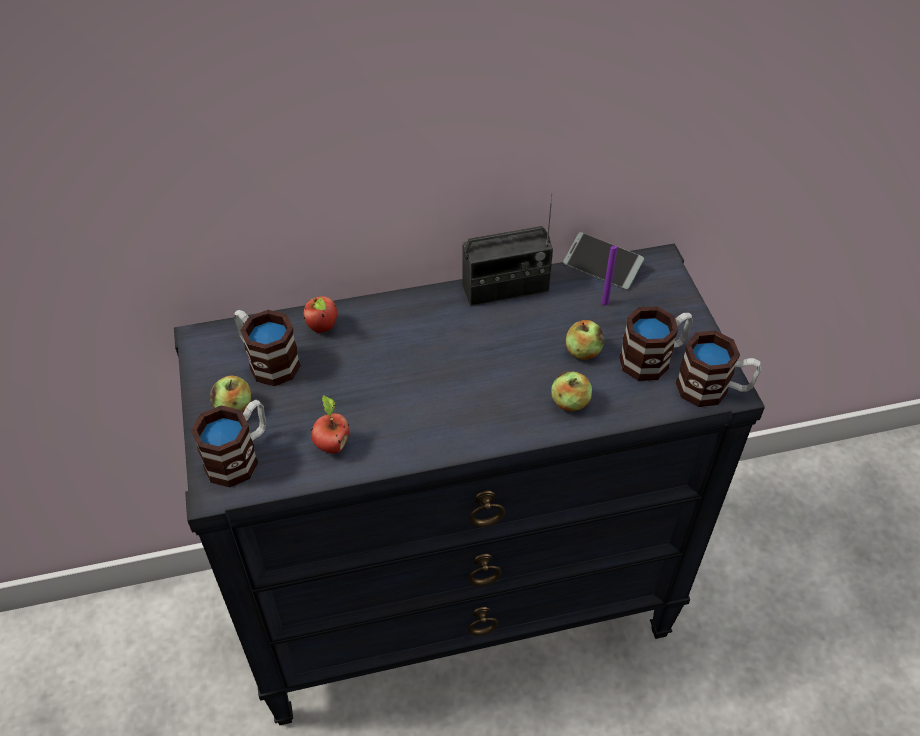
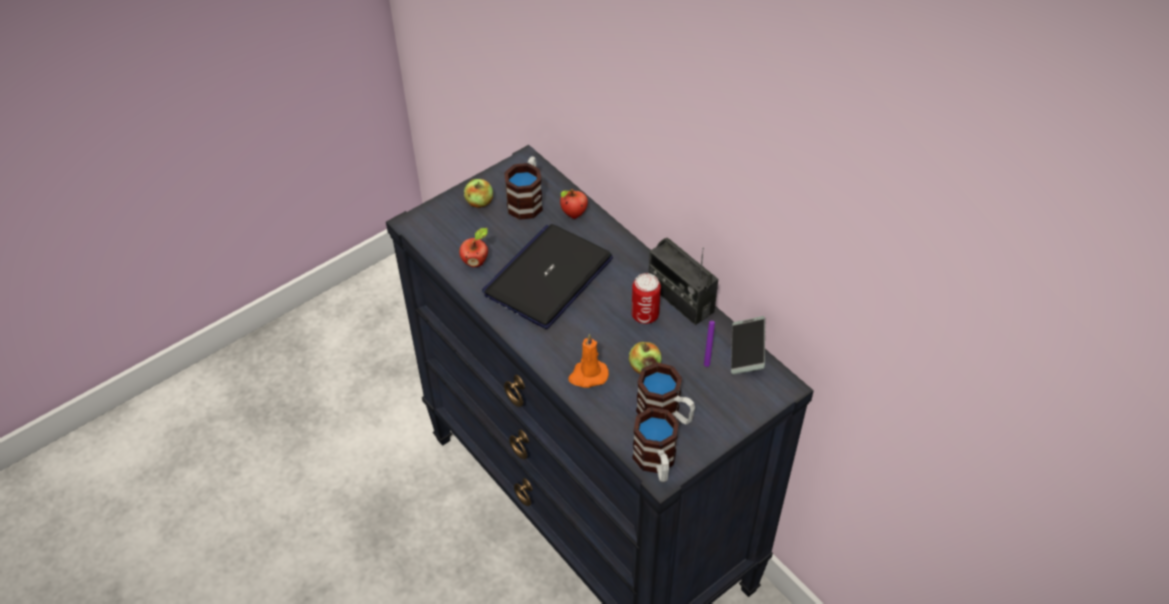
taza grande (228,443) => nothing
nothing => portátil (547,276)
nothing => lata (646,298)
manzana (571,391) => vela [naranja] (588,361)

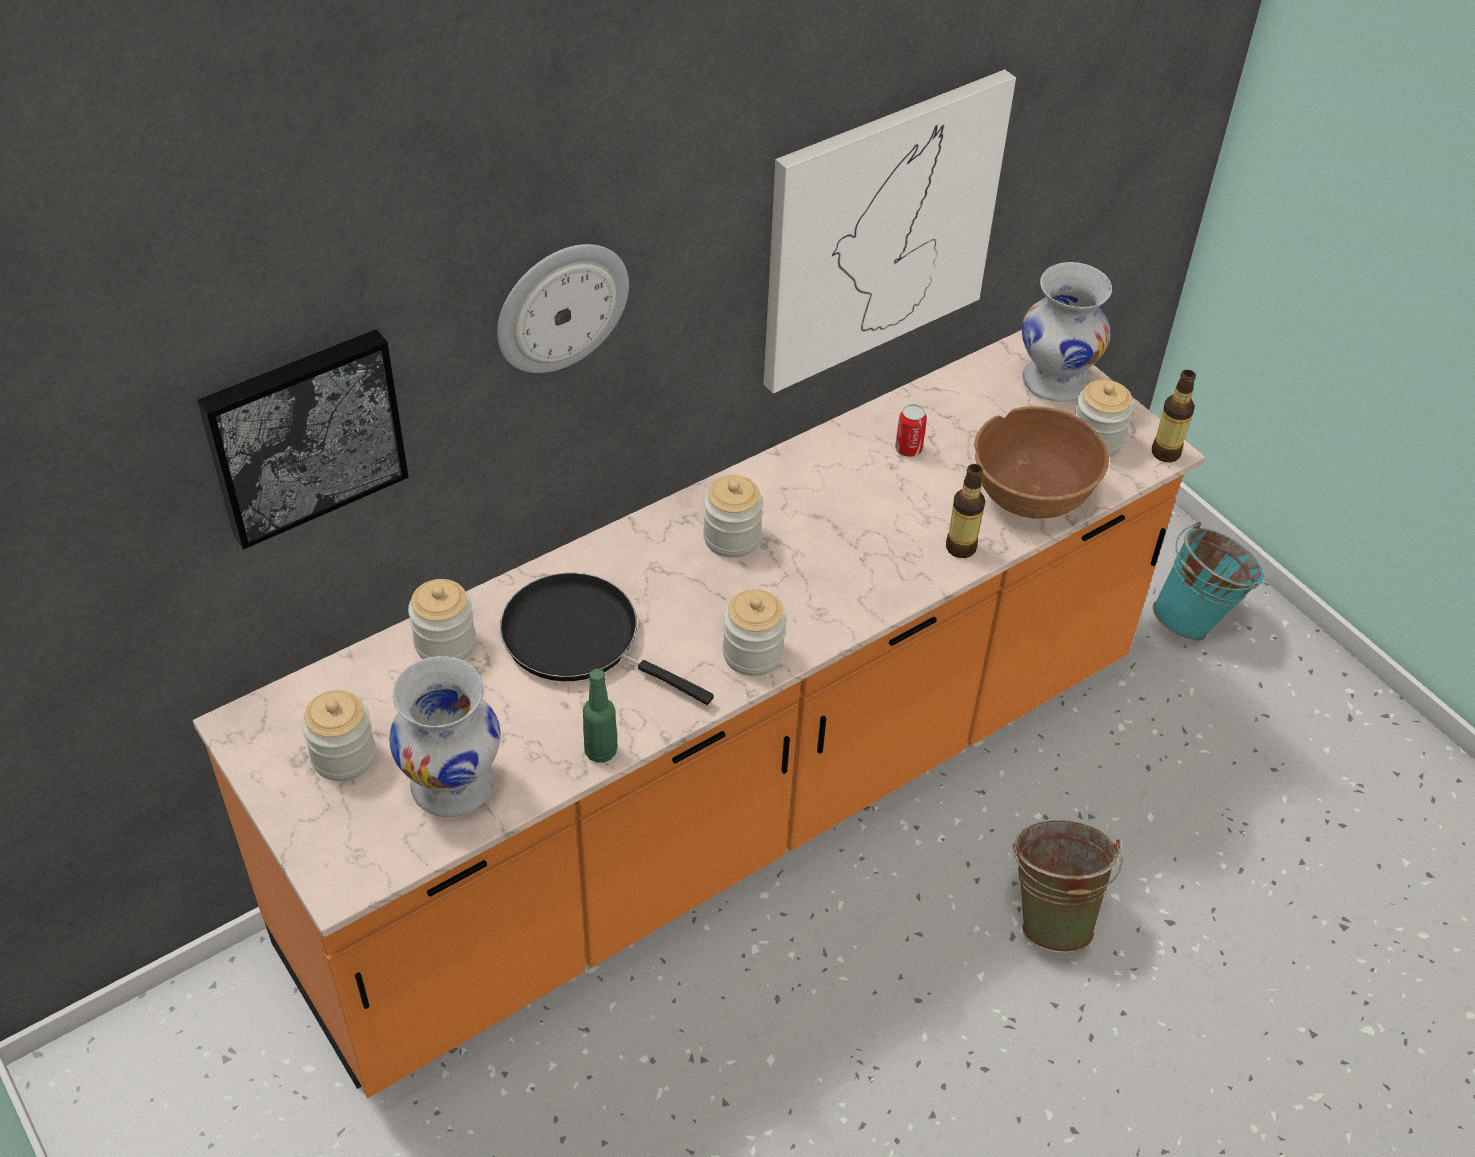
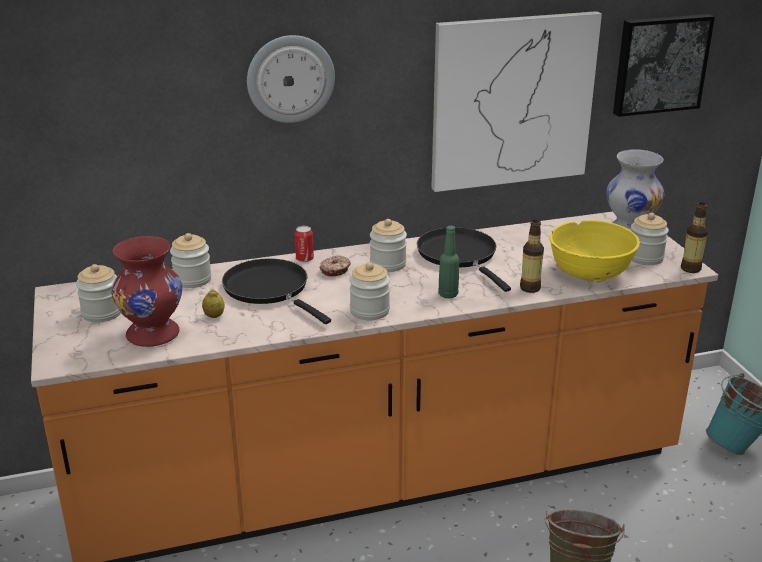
nothing => limón (213,304)
nothing => rosquilla (335,266)
nothing => sartén [negro] (464,259)
cuadro (303,439) => cuadro (664,65), move
botella [verde] (600,716) => botella [verde] (448,262), move
lata (911,430) => lata (304,244), move
florero [blanco] (445,736) => florero [rojo] (146,291)
cuenco [marrón] (1041,462) => cuenco [amarillo] (594,251)

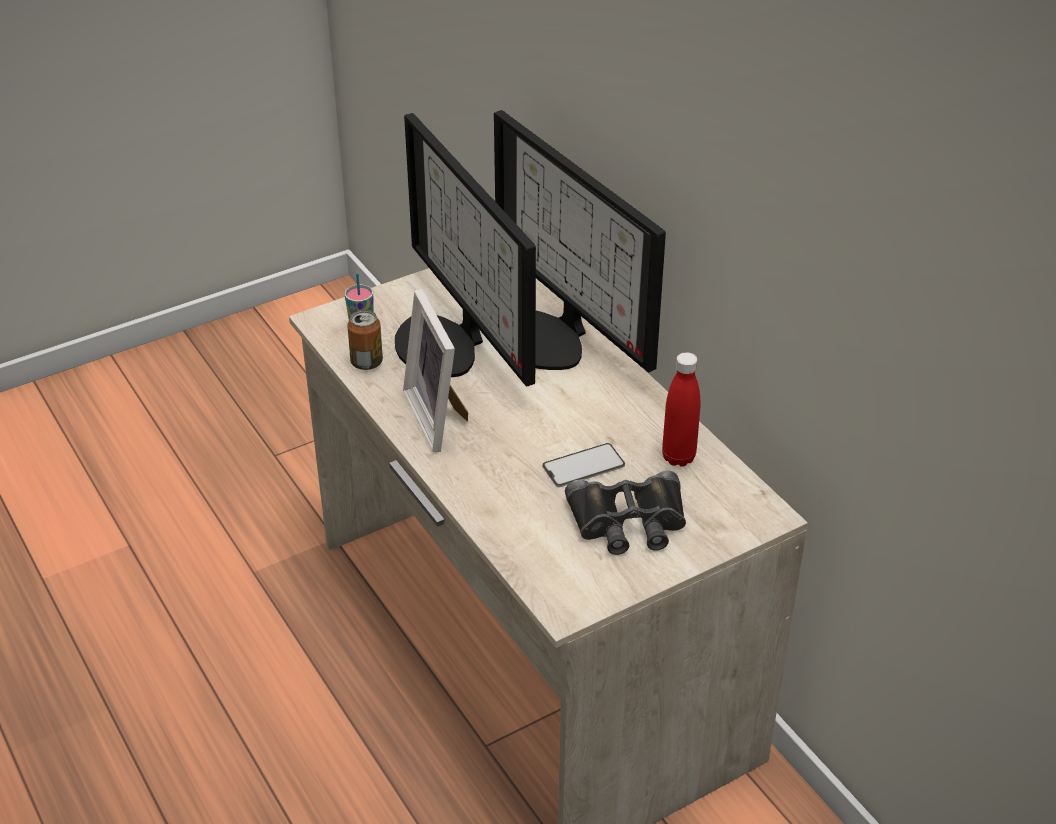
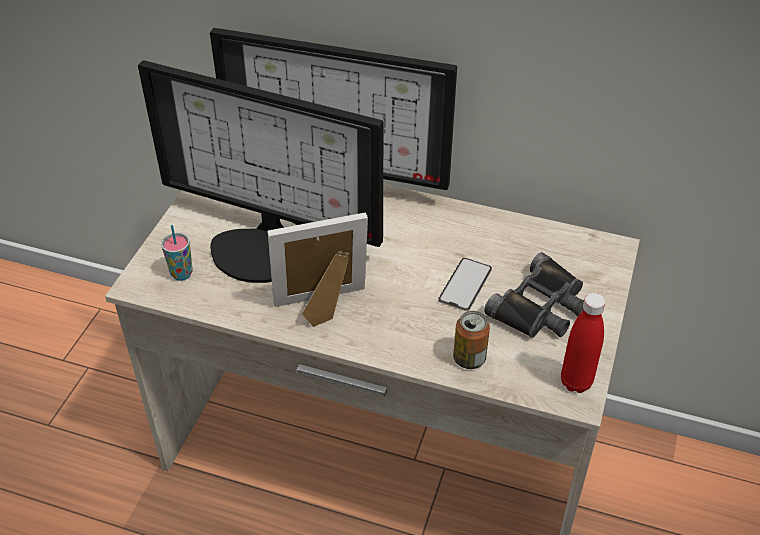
lata (365,340) => lata (471,340), move
botella [rojo] (681,409) => botella [rojo] (583,343), move
portarretratos (435,370) => portarretratos (318,270), 135 degrees clockwise

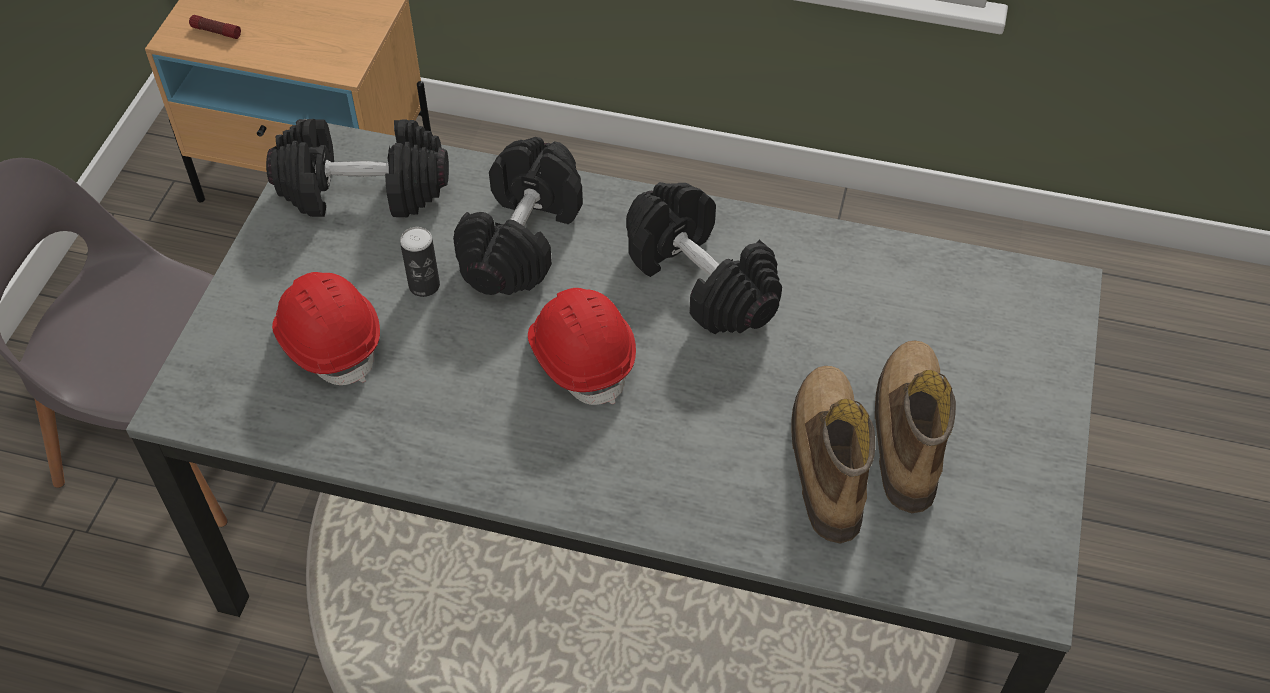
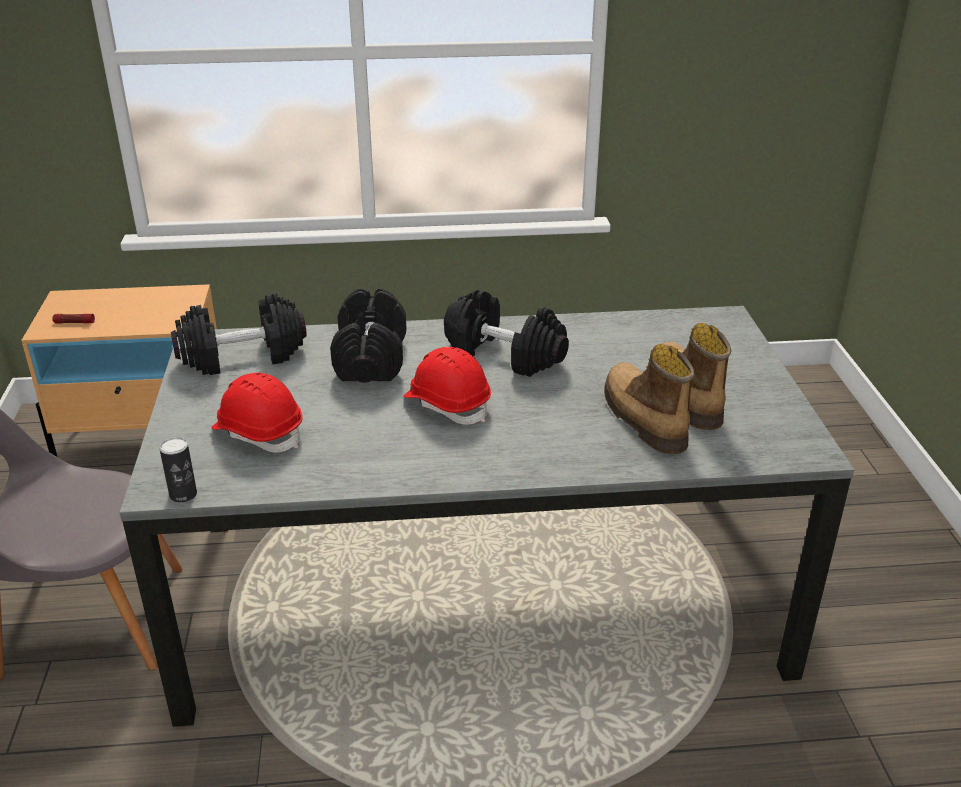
lata (420,262) => lata (178,470), move

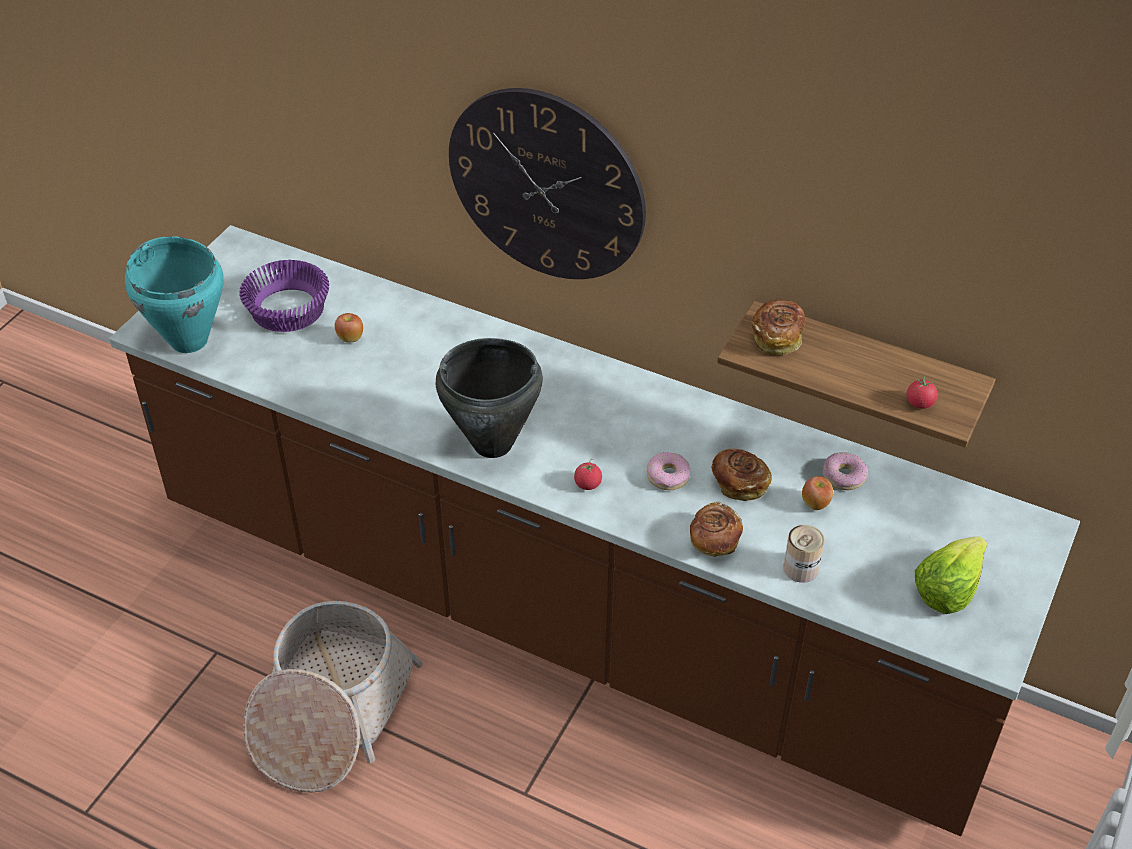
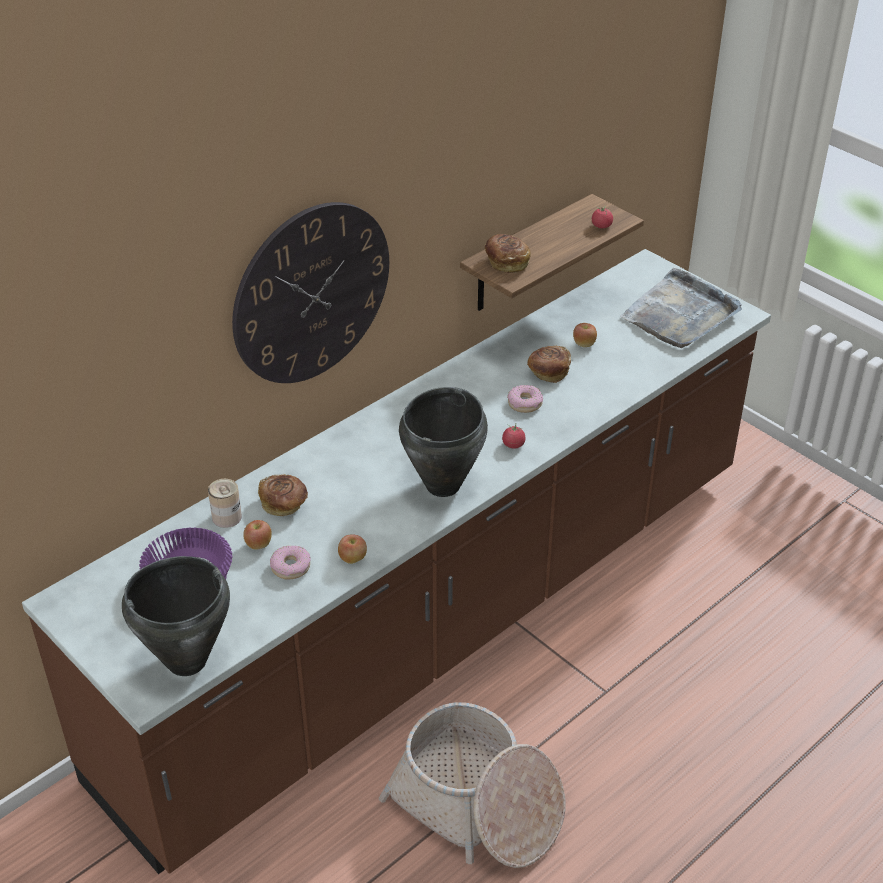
nothing => manzana (352,549)
pan (716,529) => pan (283,495), move
lata (804,554) => lata (225,503), move
rosquilla (845,471) => rosquilla (290,562), move
lechuga (951,575) => bandeja [gris] (681,308)
olla [turquesa] (174,294) => olla [negro] (176,616)

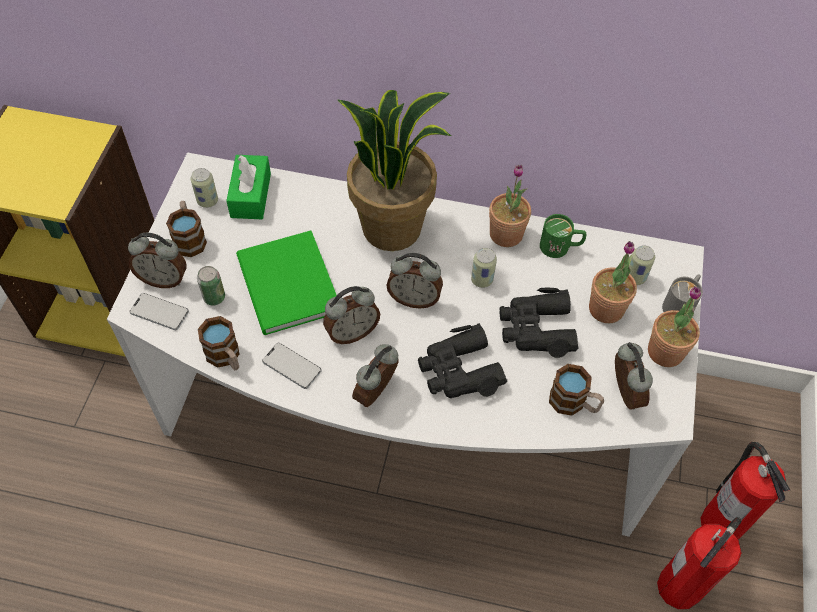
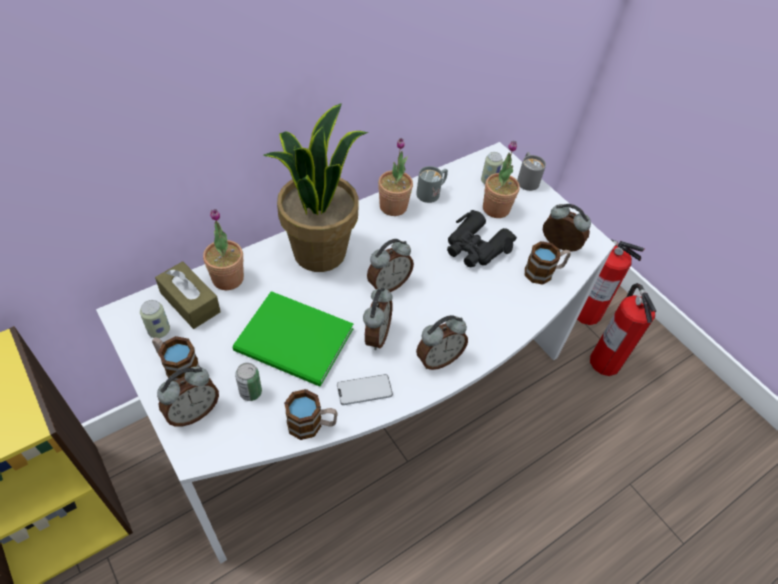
móvil (159,311) => nothing
prismáticos [negro] (462,360) => nothing
lata (484,268) => nothing
planta en maceta (674,326) => planta en maceta (223,249), move
caja de pañuelos [verde] (248,187) => caja de pañuelos [marrón] (188,295)
taza grande [verde] (563,236) => taza grande [gris] (432,184)
despertador (375,375) => despertador (442,342), 105 degrees counterclockwise

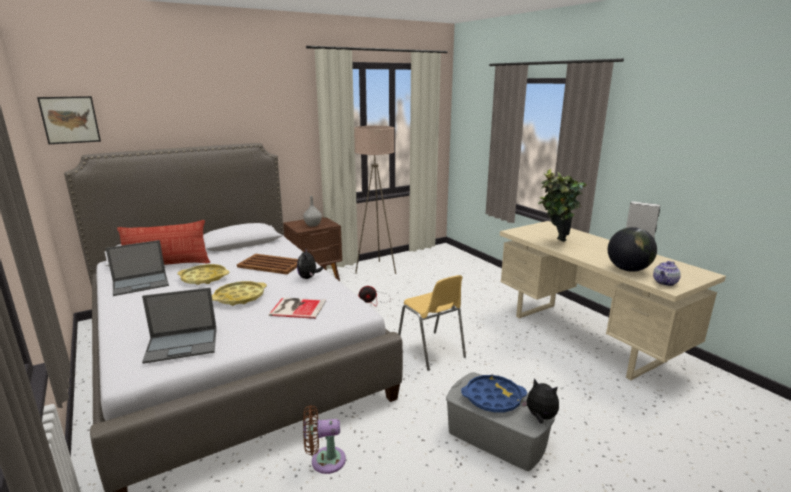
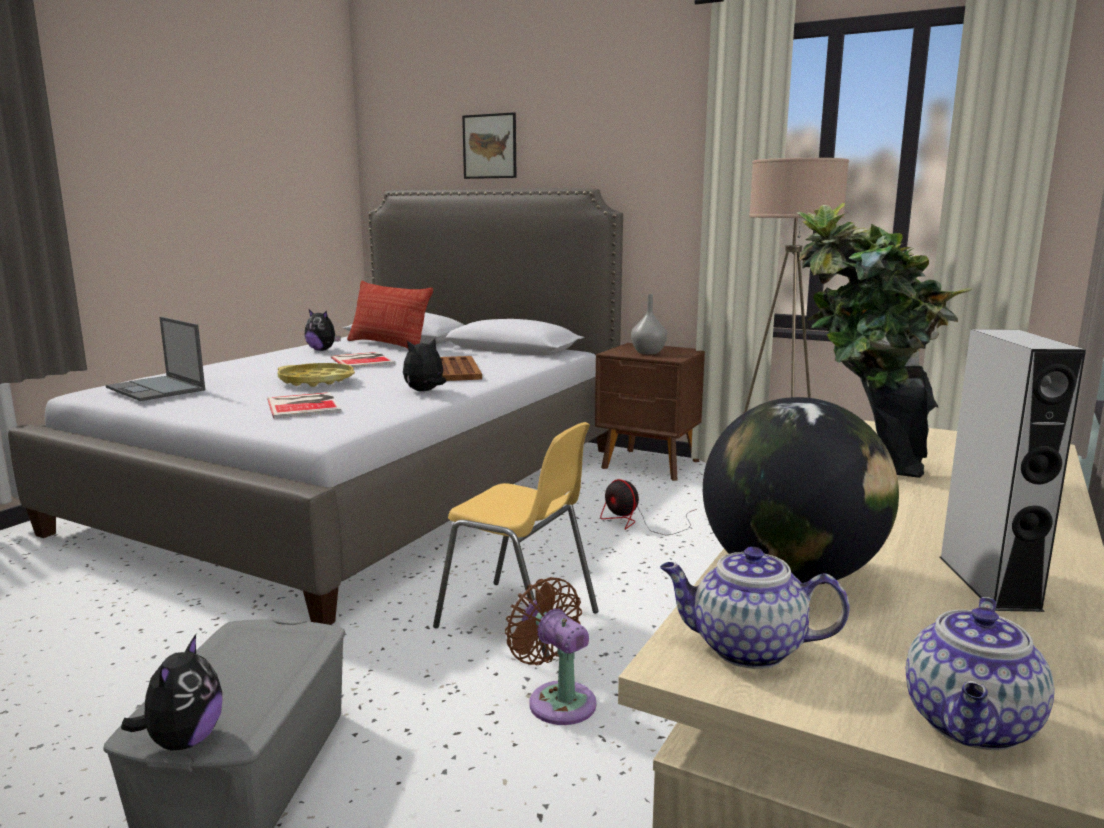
bandeja [azul] (494,394) => nothing
nothing => tetera (980,673)
cuadro (69,120) => cuadro (489,145), move
ventilador [marrón] (324,439) => ventilador [marrón] (551,651), move
portátil (137,268) => peluche (323,330)
bandeja [amarillo] (203,274) => libro (363,360)
silla [amarillo] (432,323) => silla [amarillo] (516,539), 90 degrees counterclockwise

